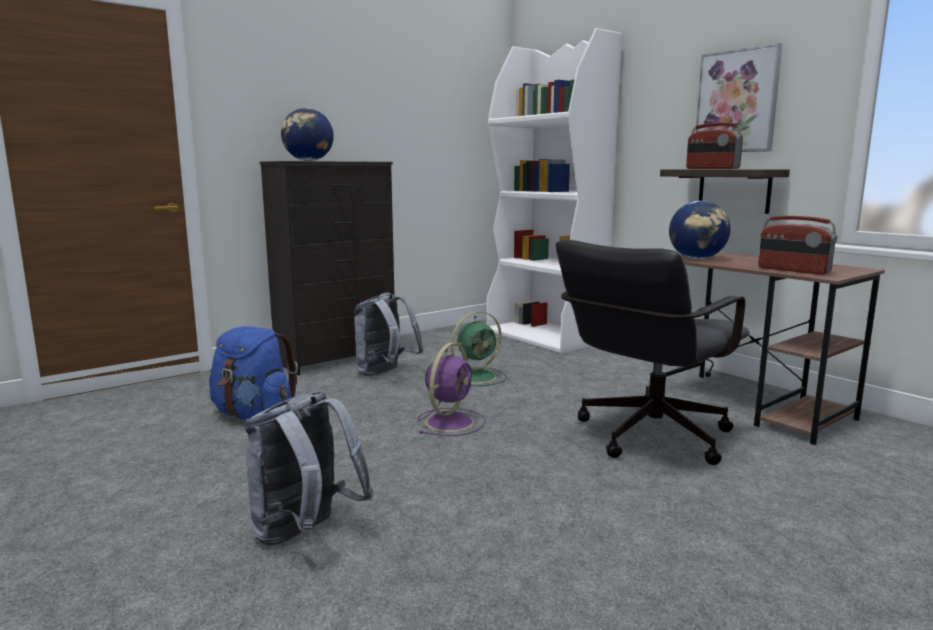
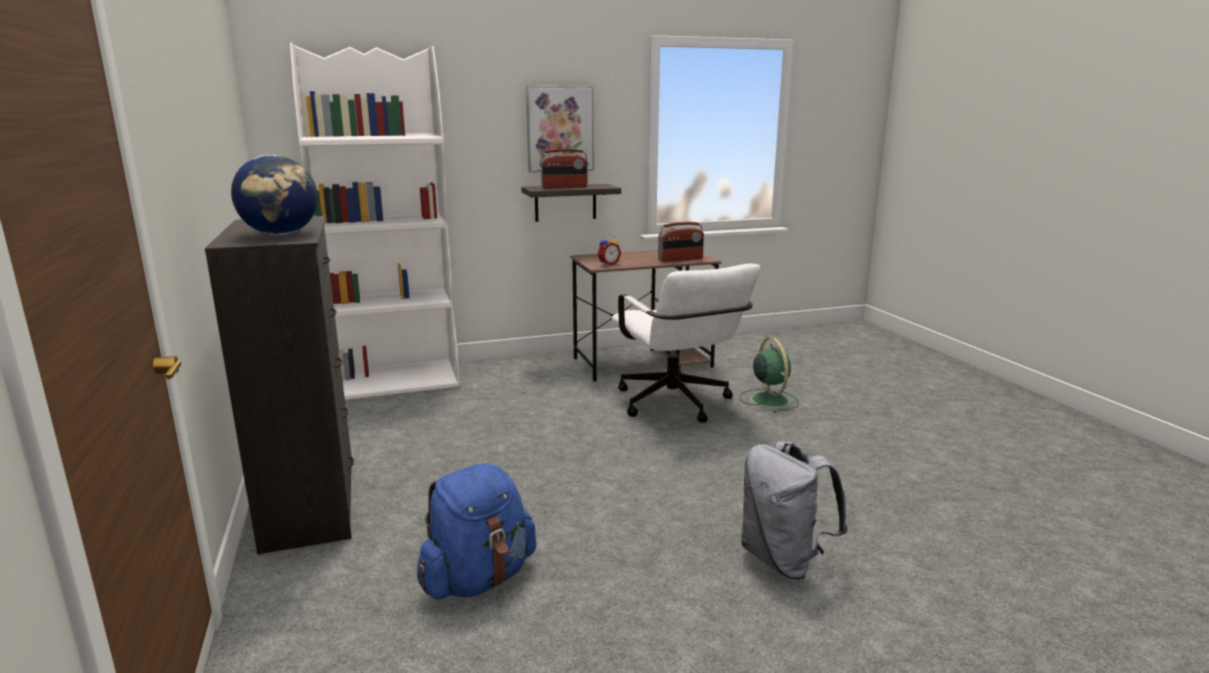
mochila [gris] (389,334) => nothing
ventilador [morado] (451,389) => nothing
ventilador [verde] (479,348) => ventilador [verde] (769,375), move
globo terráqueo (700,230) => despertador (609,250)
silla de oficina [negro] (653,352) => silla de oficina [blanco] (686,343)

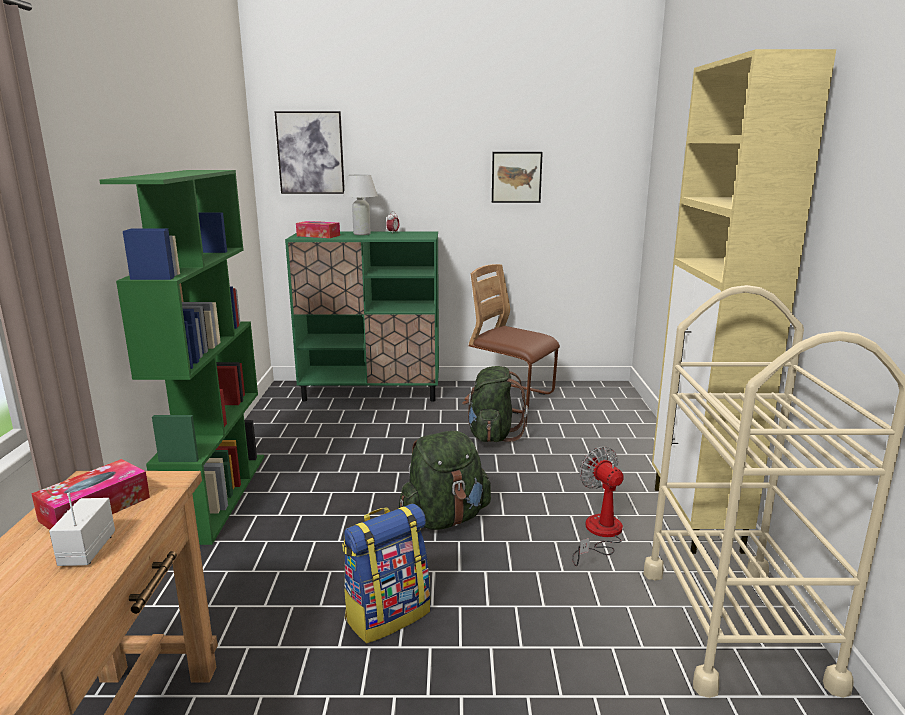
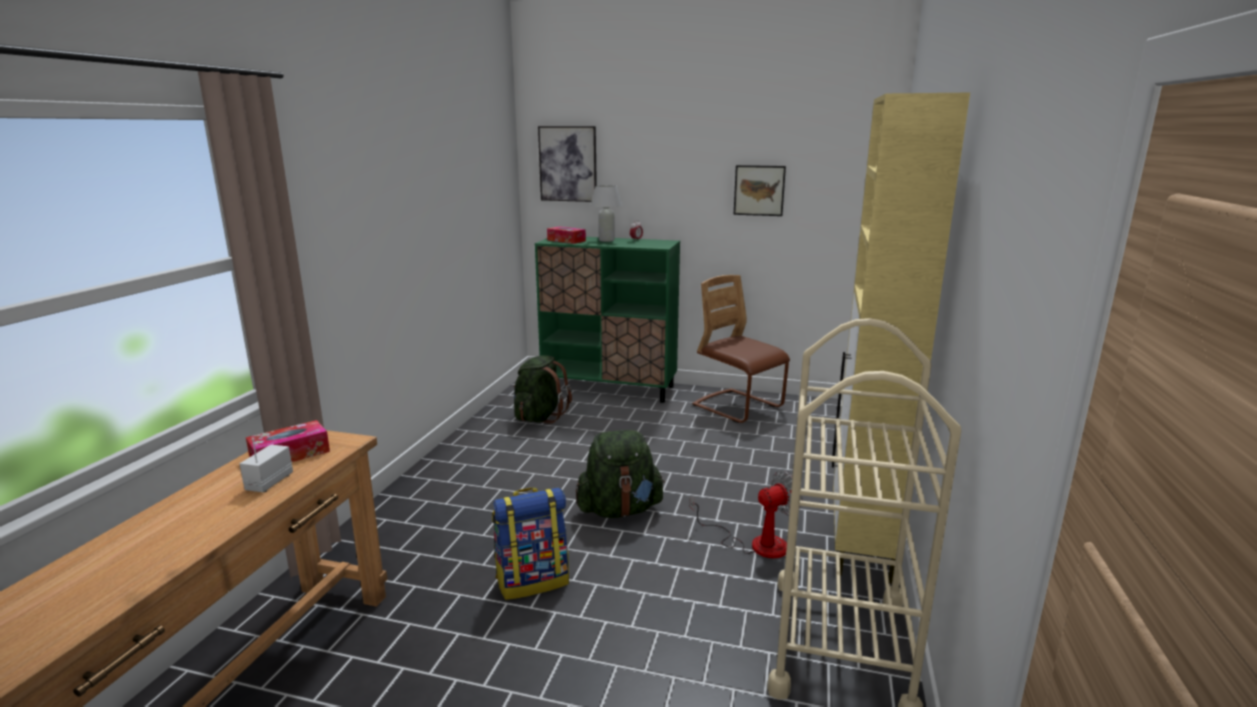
estantería [verde] (182,357) => nothing
mochila [verde] (495,404) => mochila [verde] (543,389), move
ventilador (598,506) => ventilador (746,514), 75 degrees clockwise

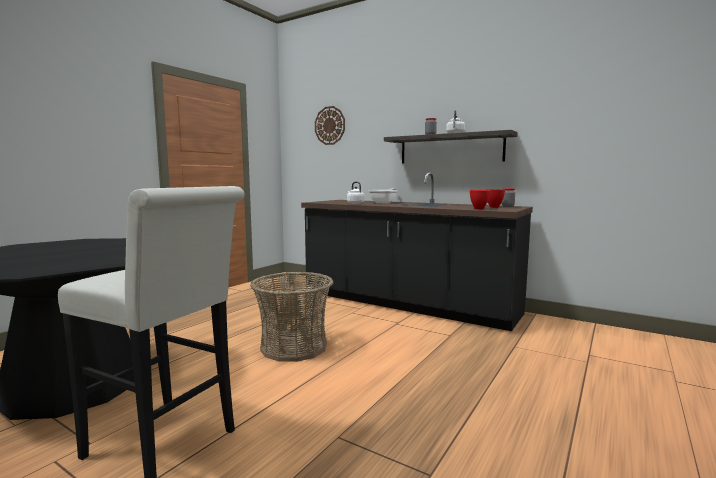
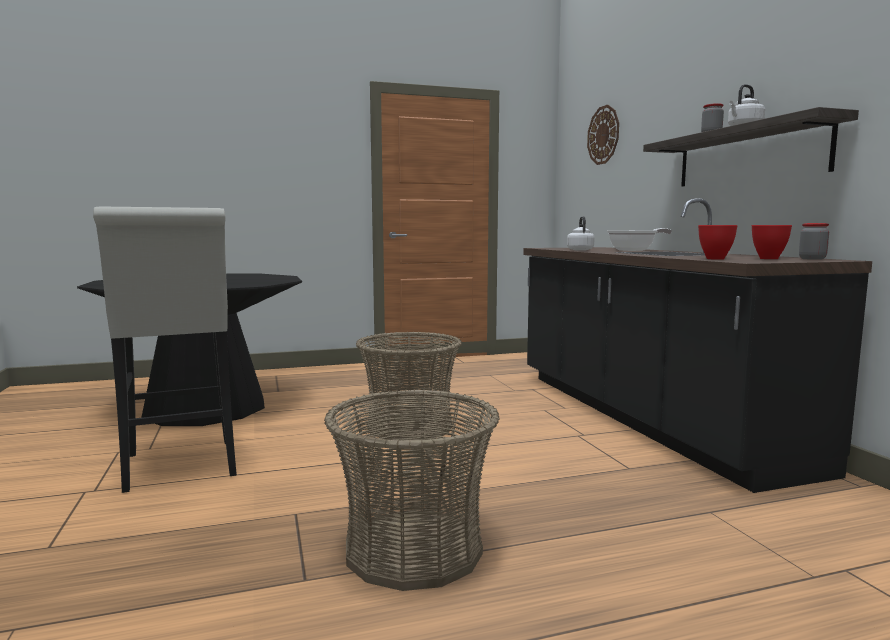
nothing => cesta (412,490)

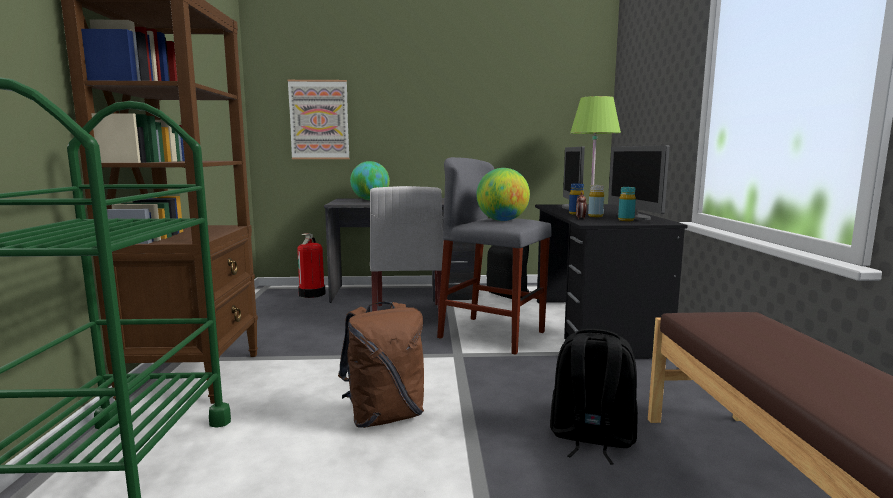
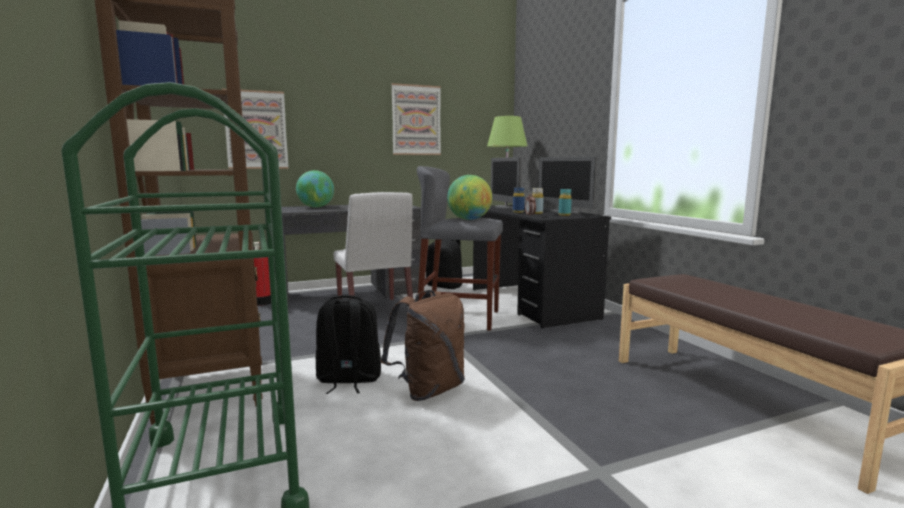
nothing => cuadro (416,119)
mochila [negro] (594,396) => mochila [negro] (348,344), move

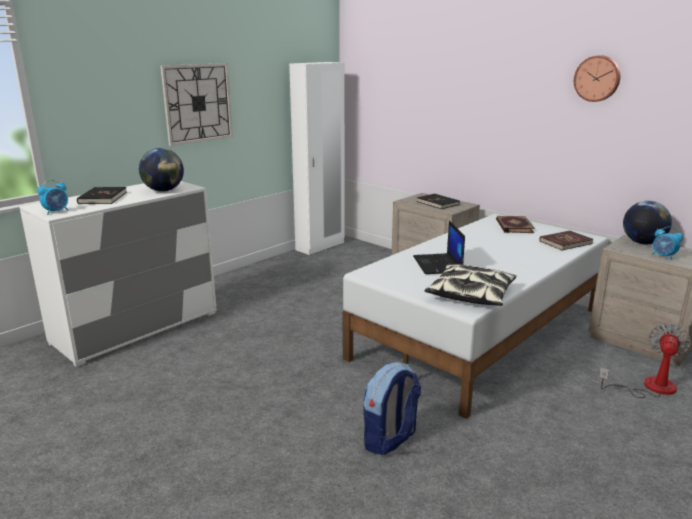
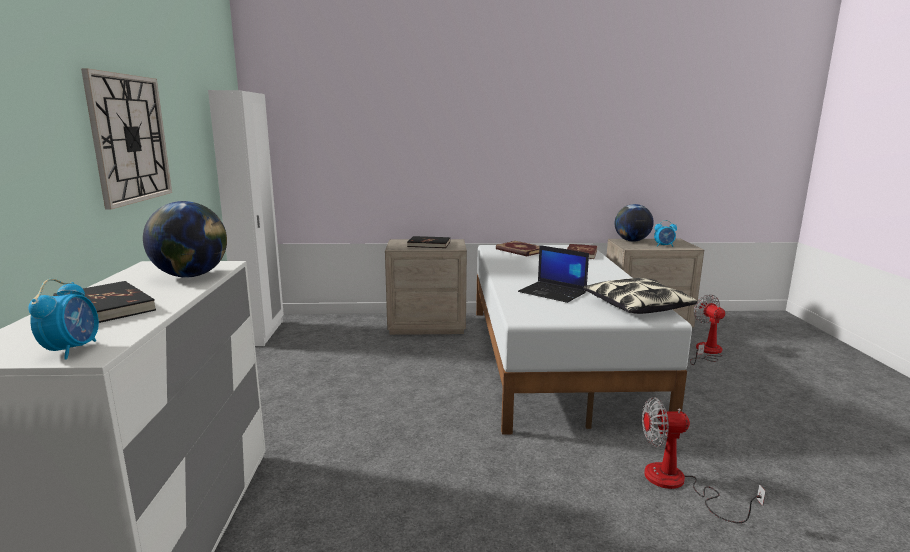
reloj de pared (597,78) => nothing
mochila (392,408) => ventilador (704,460)

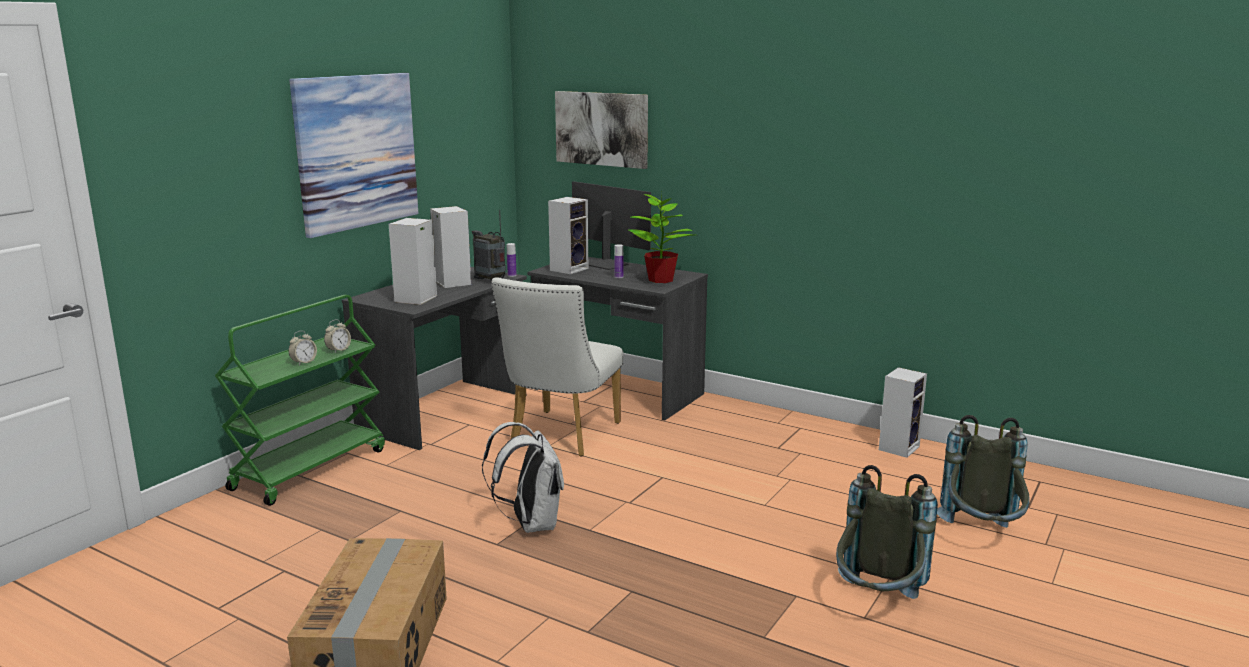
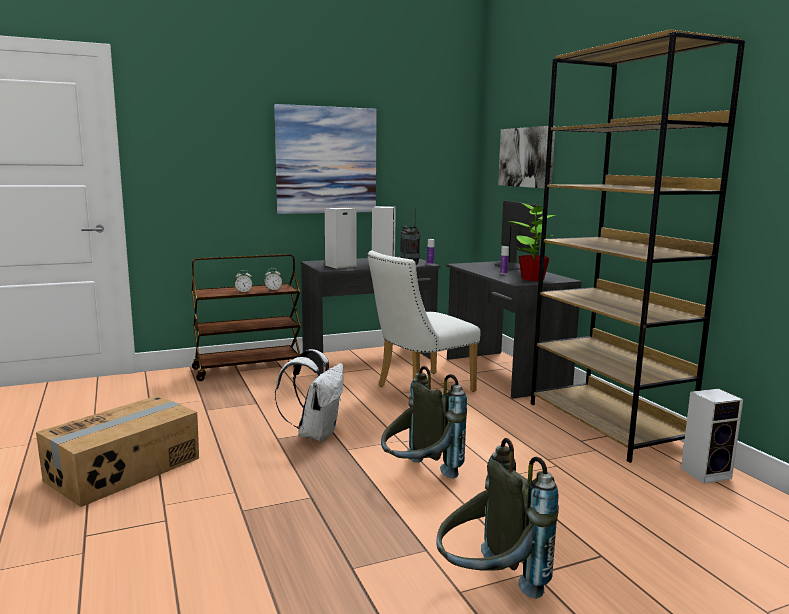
altavoz (568,235) => nothing
nothing => estantería [marrón] (638,246)
mochila [gris] (983,471) => mochila [gris] (424,422), move
carrito [verde] (300,400) => carrito [marrón] (246,317)

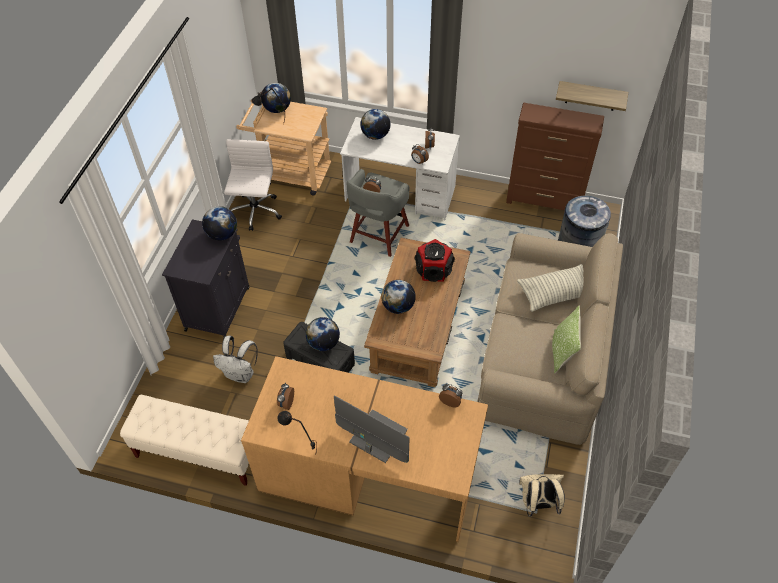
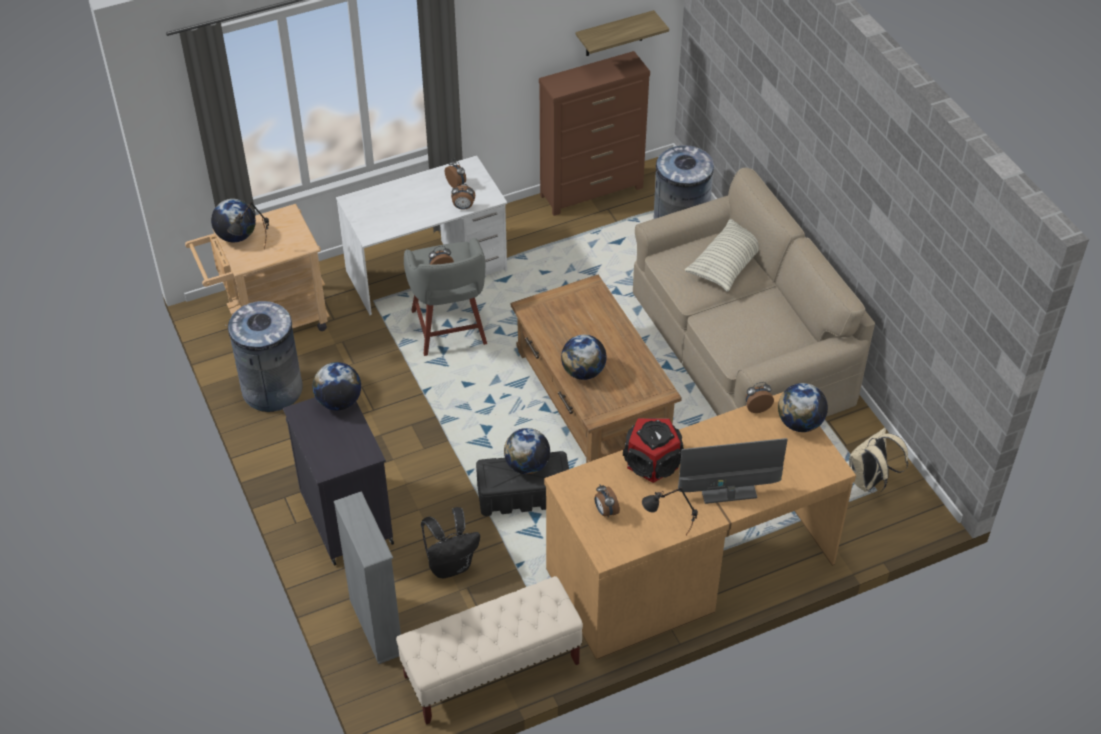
cojín (566,340) => nothing
nothing => estantería [gris] (367,577)
globo terráqueo (375,124) => globo terráqueo (803,407), move
altavoz (435,260) => altavoz (653,450), move
silla de oficina [blanco] (253,185) => papelera [gris] (264,356)
mochila [blanco] (235,359) => mochila [negro] (450,542)

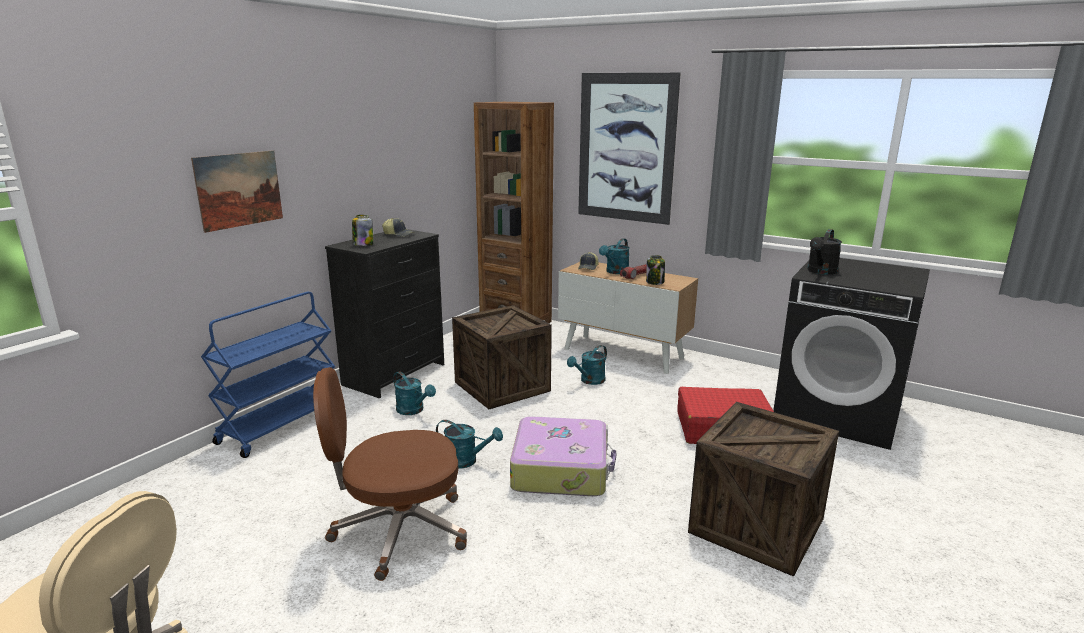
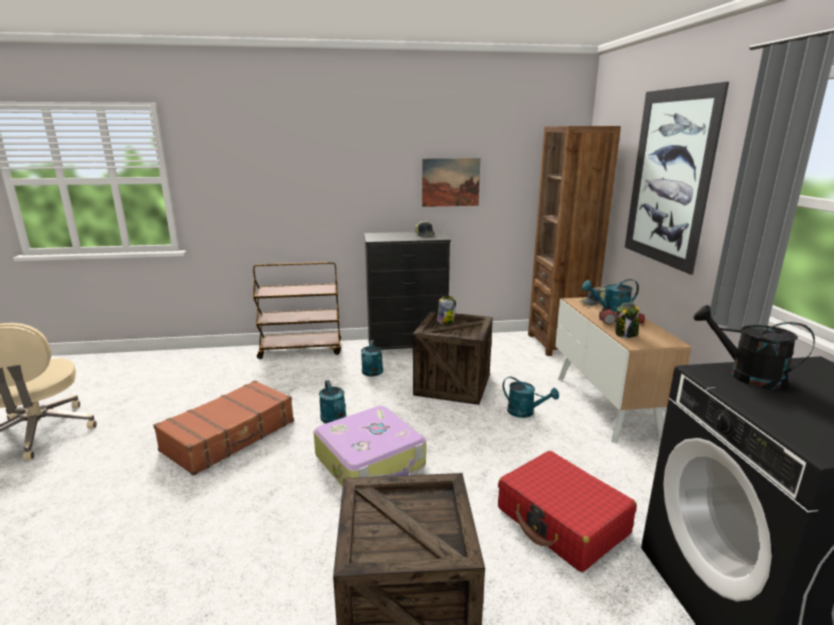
cuadro (237,191) => cuadro (451,182), move
tarro (362,230) => tarro (446,310), move
silla de oficina [marrón] (390,474) => maleta [marrón] (223,428)
carrito [azul] (268,375) => carrito [marrón] (297,310)
regadera [turquesa] (587,365) => regadera [turquesa] (531,397), 150 degrees counterclockwise
regadera [negro] (824,252) => regadera [negro] (754,347), 45 degrees clockwise

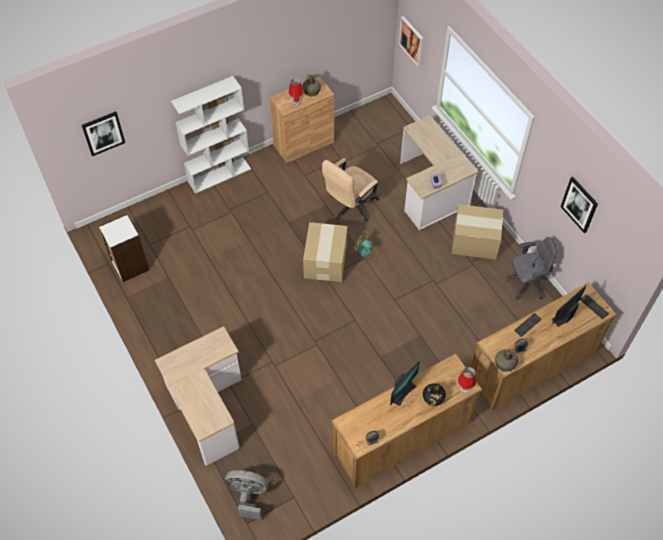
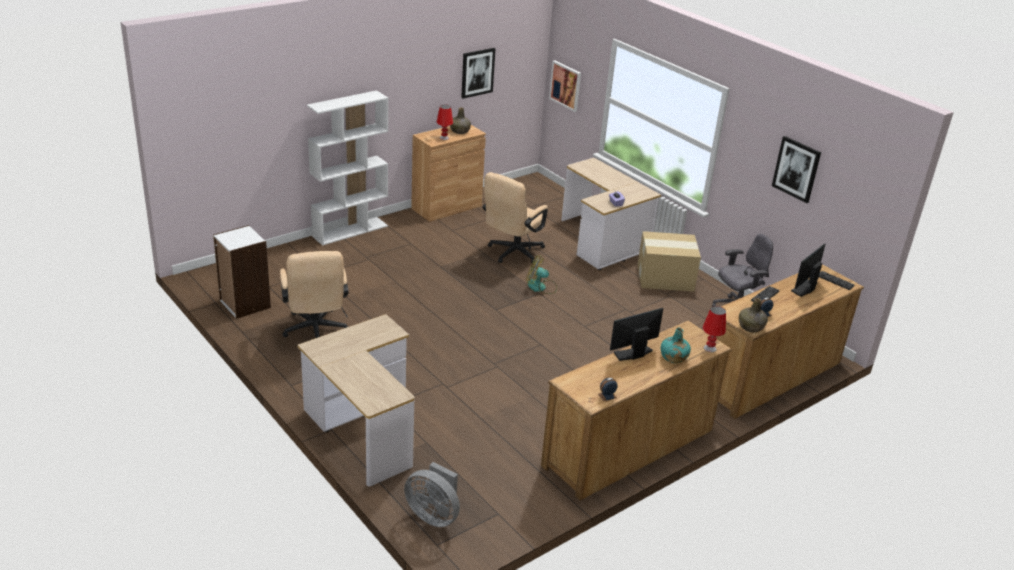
caja de cartón (325,252) => nothing
nothing => silla de oficina [beis] (314,294)
cuadro (103,134) => cuadro (478,73), move
botella [negro] (434,394) => botella [turquesa] (676,345)
ventilador [gris] (246,495) => ventilador [gris] (432,494), 150 degrees counterclockwise
monitor (405,383) => monitor (636,334), 150 degrees counterclockwise

